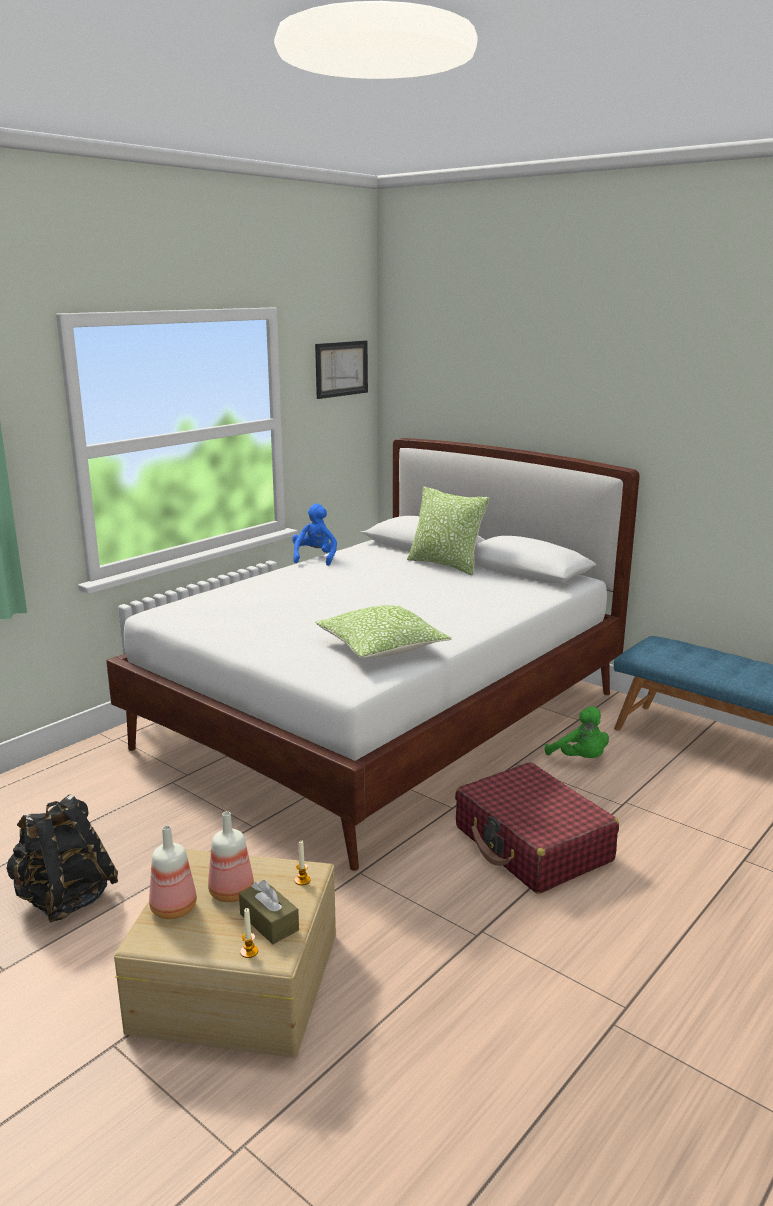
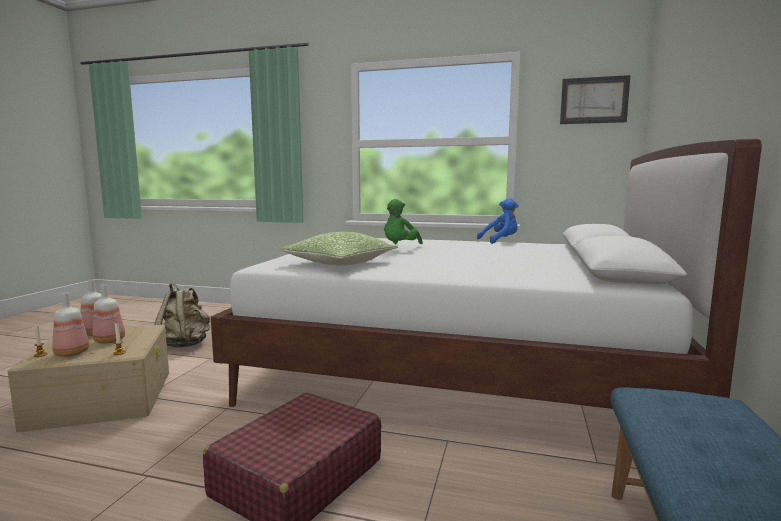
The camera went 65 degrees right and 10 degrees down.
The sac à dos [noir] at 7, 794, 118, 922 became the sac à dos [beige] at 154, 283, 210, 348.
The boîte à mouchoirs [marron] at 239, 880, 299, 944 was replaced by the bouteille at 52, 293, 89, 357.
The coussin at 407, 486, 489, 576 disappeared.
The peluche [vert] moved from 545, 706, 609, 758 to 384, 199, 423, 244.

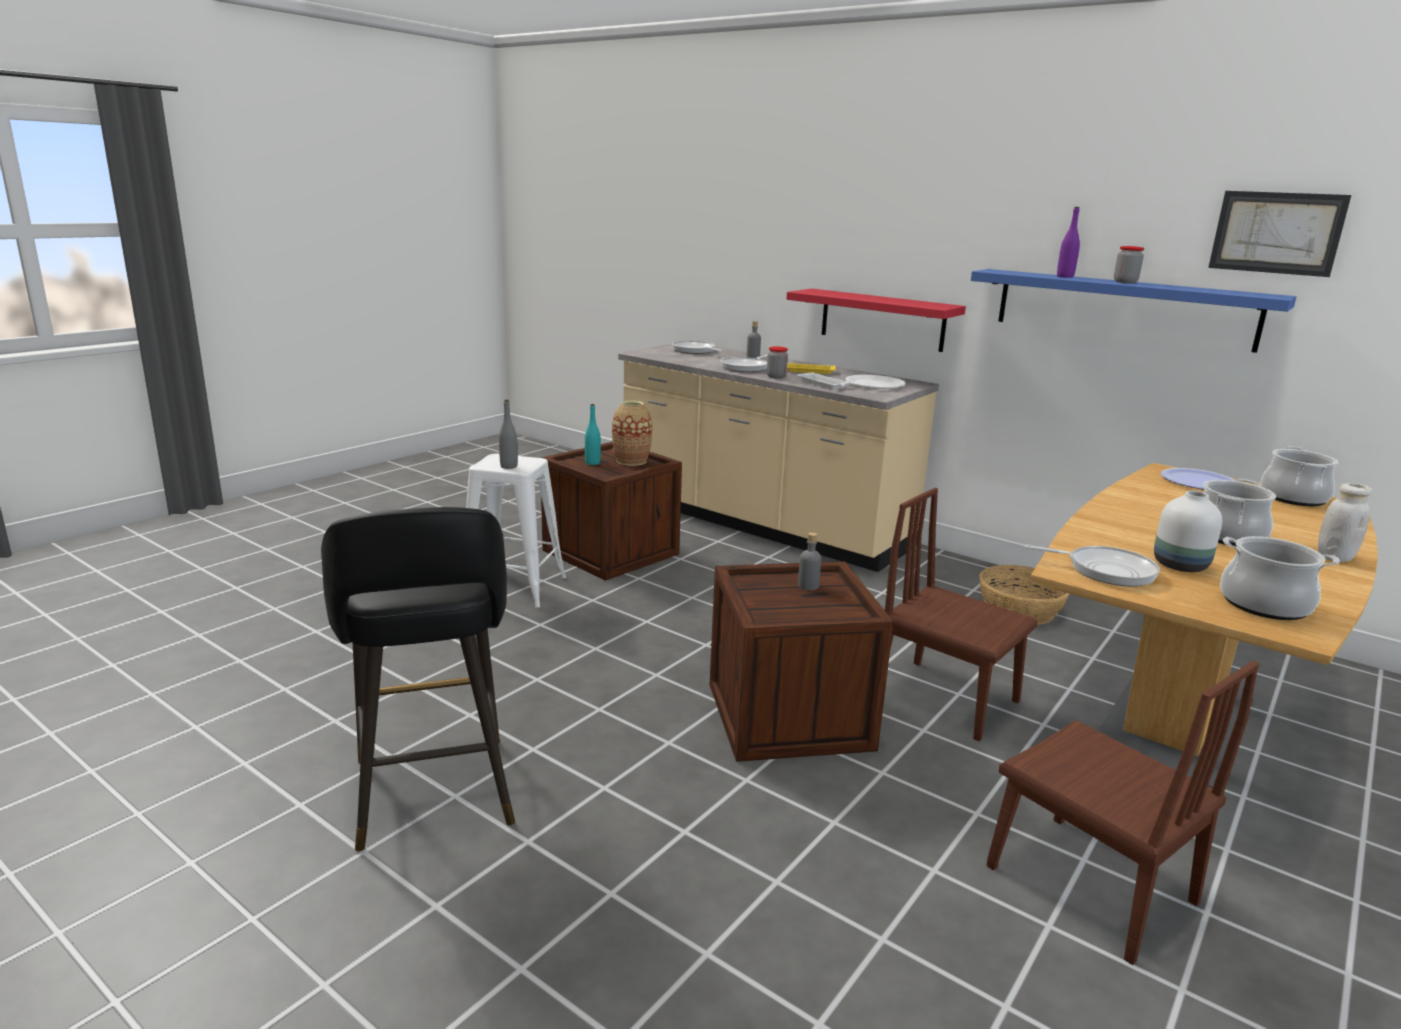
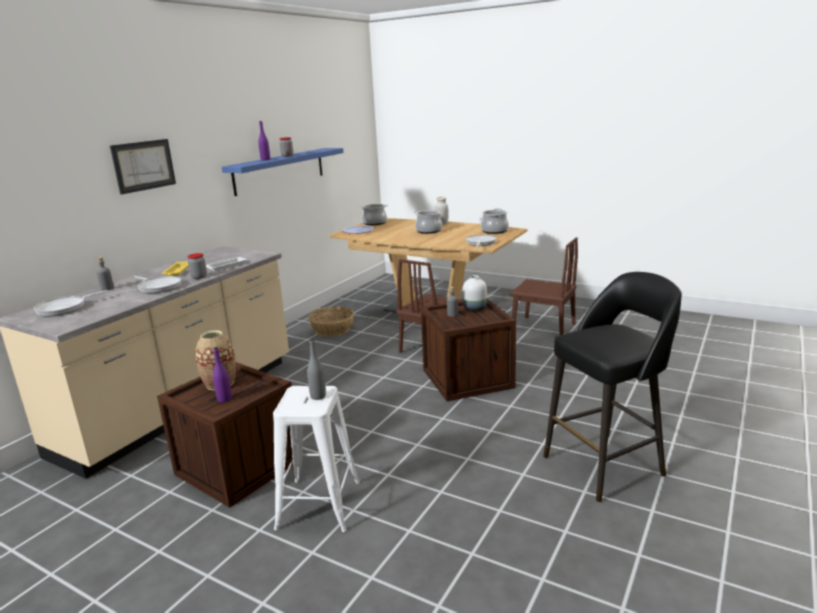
The camera went 95 degrees left and 0 degrees up.
The bouteille [turquoise] at 585, 404, 601, 465 became the bouteille [violet] at 213, 347, 232, 403.
The étagère [rouge] at 786, 289, 966, 352 disappeared.
The assiette [blanc] at 845, 375, 905, 389 disappeared.
The chaise [marron] at 987, 661, 1259, 965 turned 75 degrees clockwise.
The vase [blanc] moved from 1154, 490, 1222, 572 to 462, 275, 487, 312.
The tableau moved from 1208, 191, 1351, 277 to 110, 139, 176, 195.

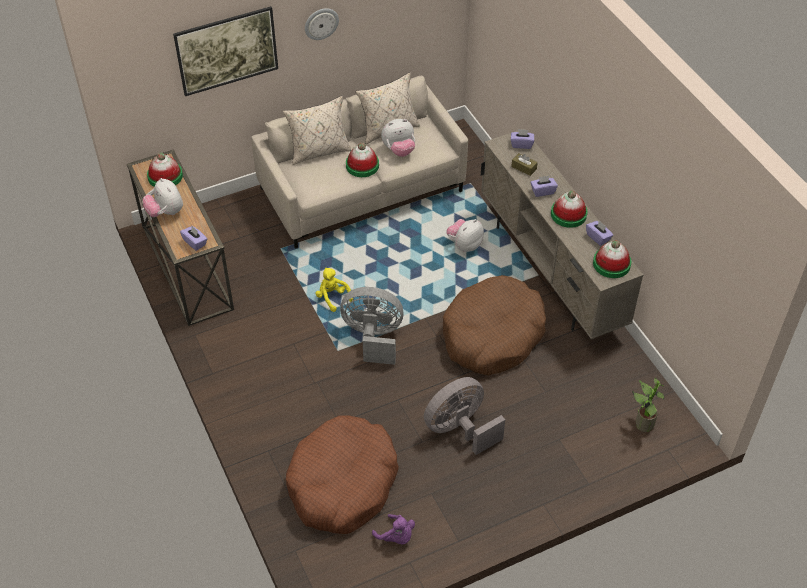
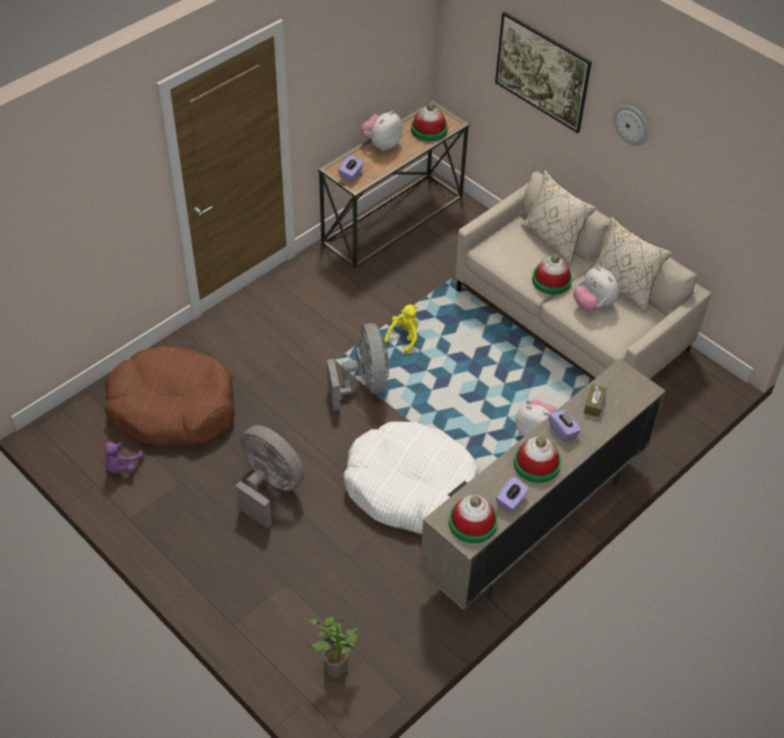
The camera went 70 degrees right and 0 degrees up.
The panier pour chien [marron] at 443, 275, 546, 375 became the panier pour chien [blanc] at 343, 421, 479, 534.
The boîte à mouchoirs [violet] at 511, 129, 534, 149 disappeared.

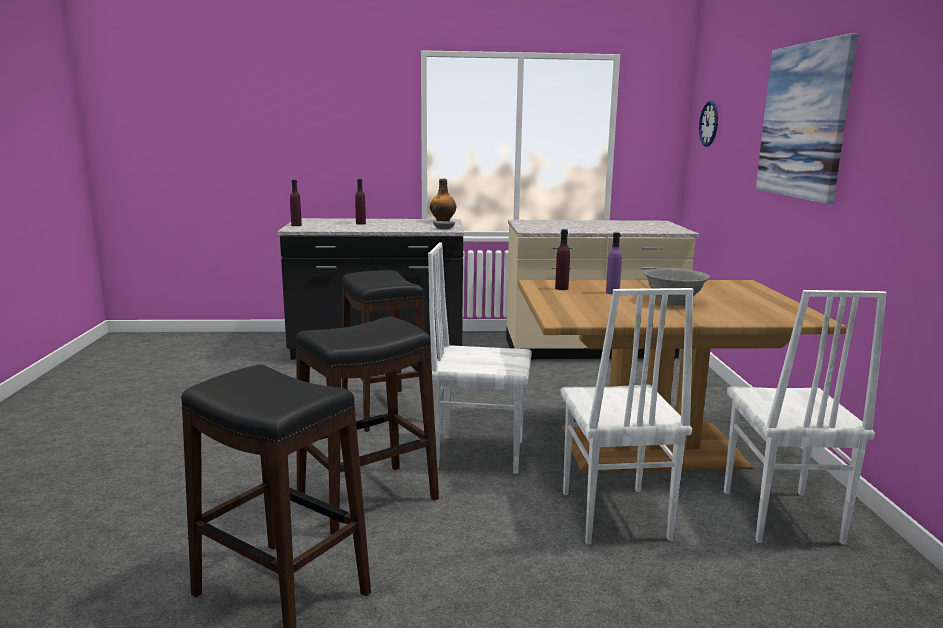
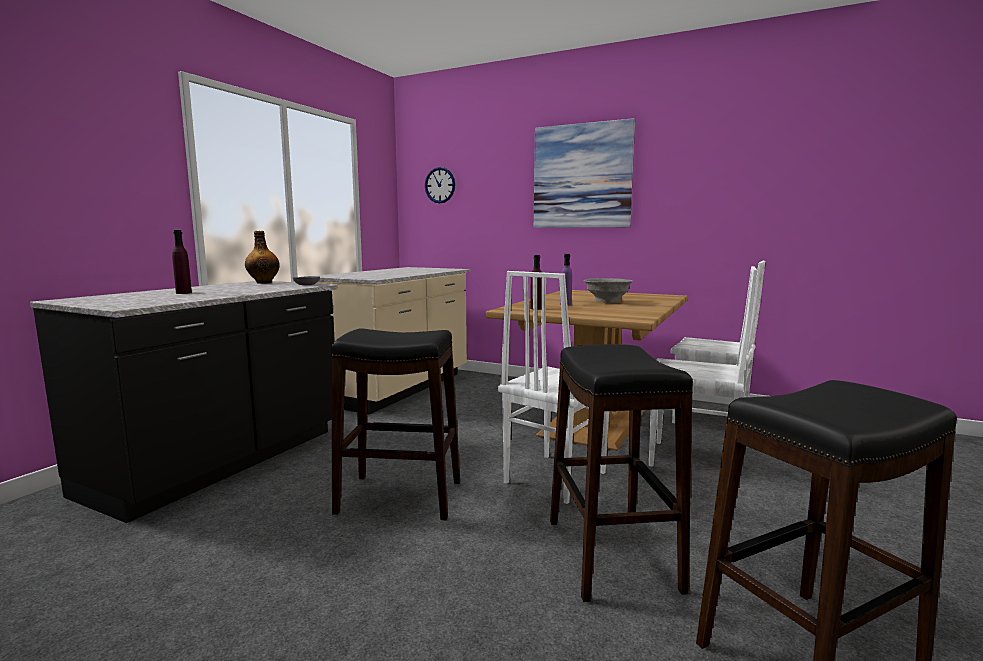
The camera went 60 degrees left and 5 degrees down.
The bouteille [violet] at 290, 180, 302, 226 disappeared.

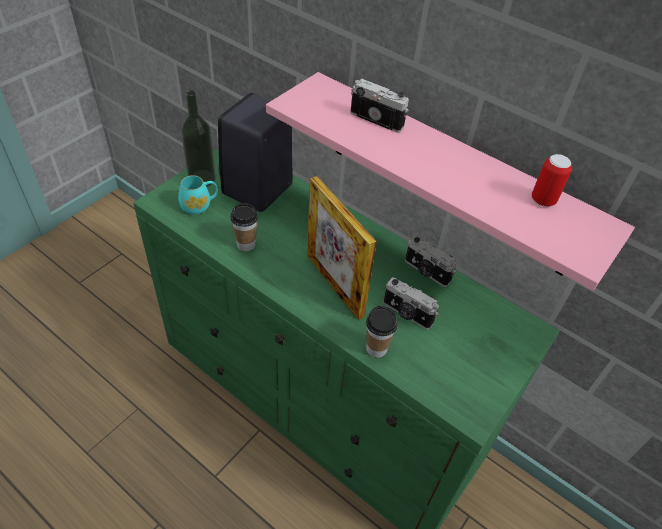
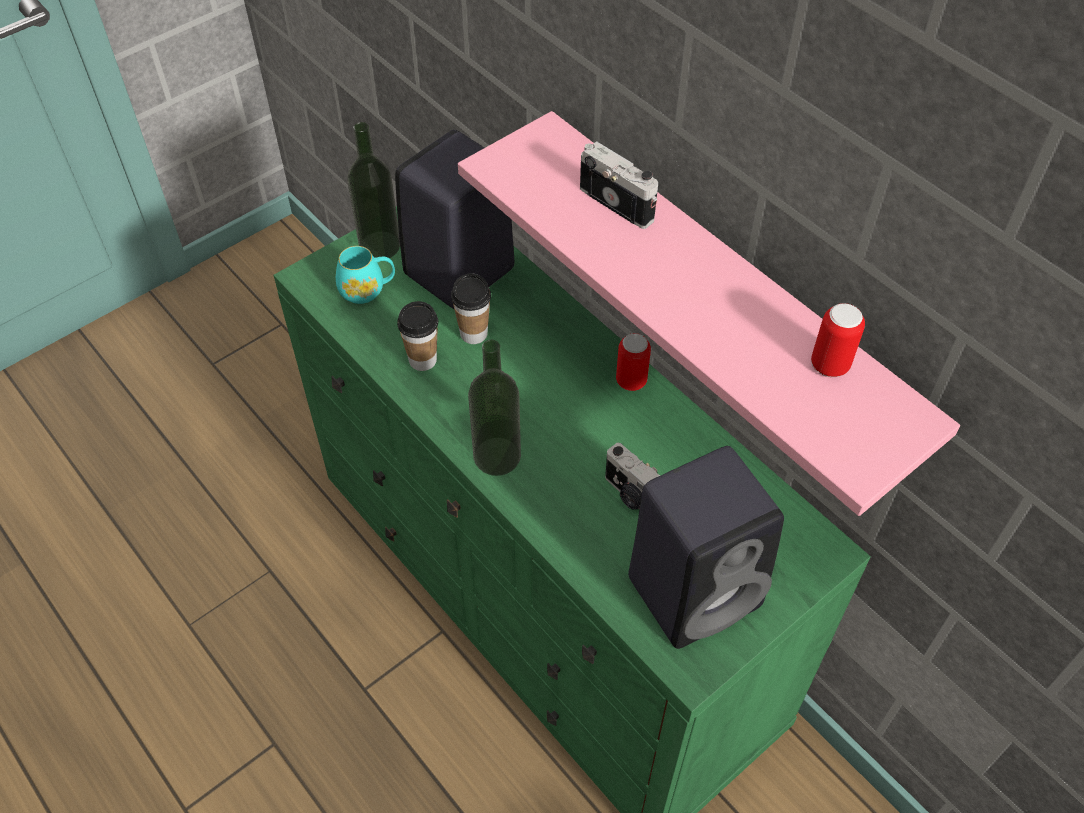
The camera went 15 degrees right and 5 degrees up.
The cadre photo at 307, 176, 377, 320 disappeared.
The tasse moved from 366, 306, 398, 358 to 451, 273, 491, 344.
The appareil photo at 405, 236, 456, 287 disappeared.
The bouteille at 468, 340, 521, 476 appeared.
The boîte métallique at 616, 333, 651, 391 appeared.
The enceinte [noir] at 628, 446, 784, 649 appeared.

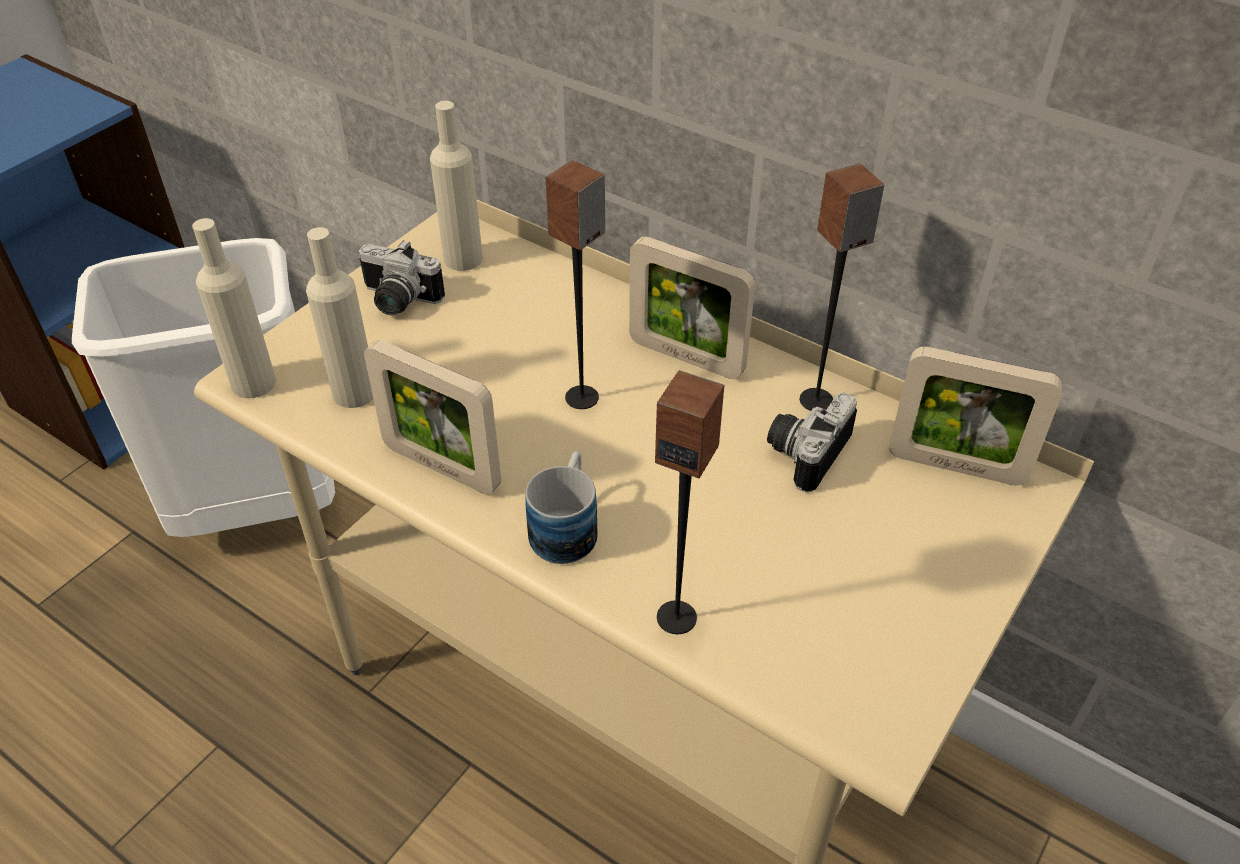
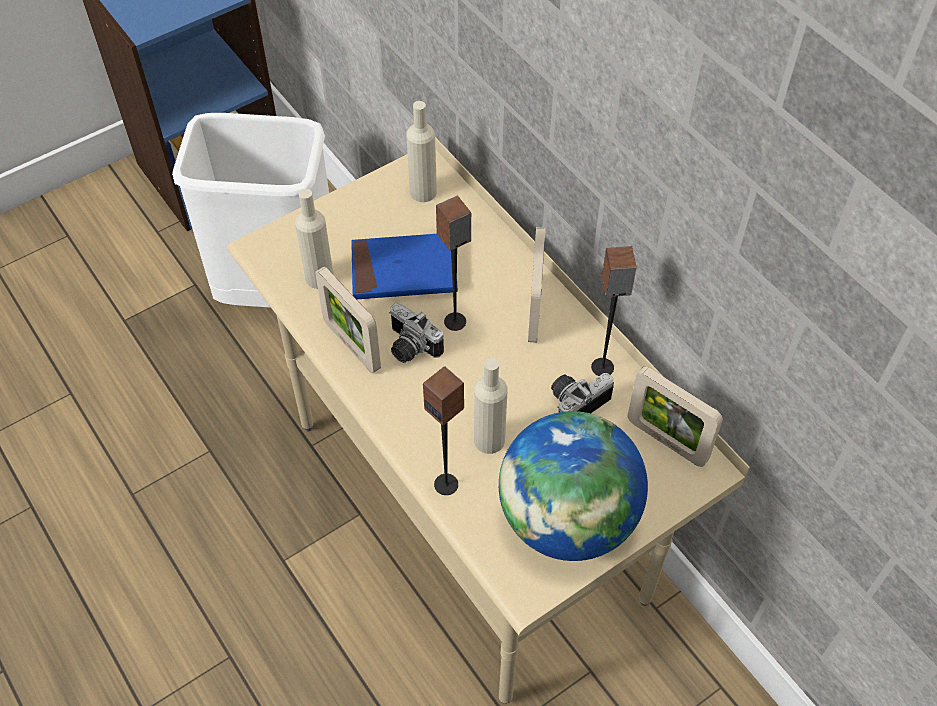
The camera went 20 degrees right and 10 degrees up.
The bouteille [beige] moved from 192, 218, 276, 398 to 474, 358, 508, 454.
The appareil photo moved from 358, 240, 445, 315 to 389, 303, 444, 363.
The mug at 525, 451, 598, 564 disappeared.
The cadre photo at 629, 236, 755, 379 turned 45 degrees clockwise.
The livre [bleu] at 351, 234, 458, 299 appeared.
The globe at 499, 411, 648, 561 appeared.

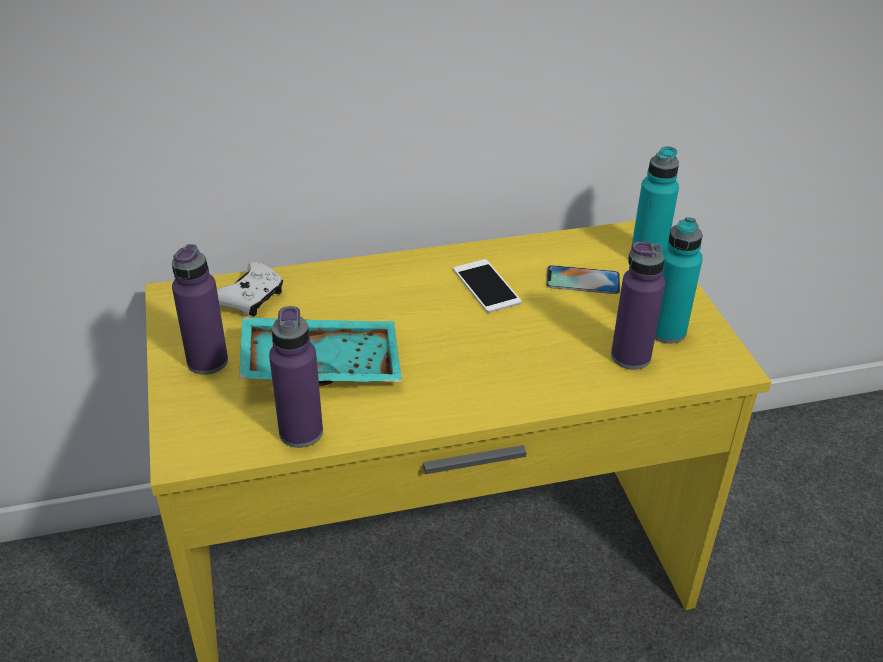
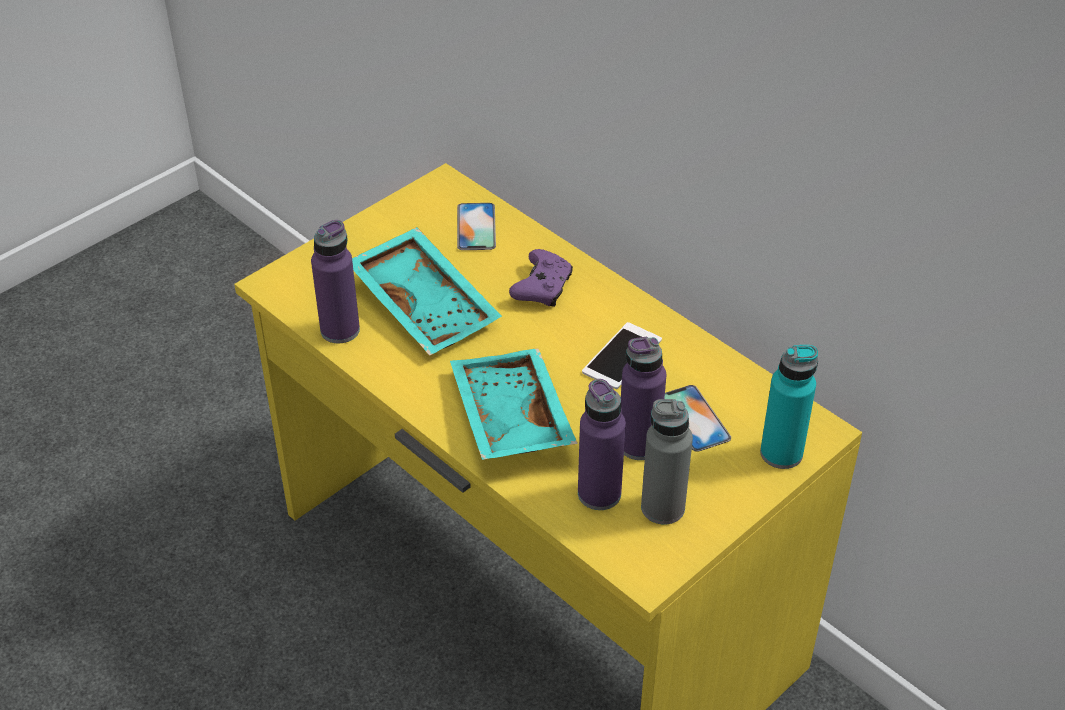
The camera went 60 degrees right and 5 degrees up.
The bouteille [violet] moved from 172, 244, 228, 375 to 621, 337, 666, 460.
The manette [blanc] at 217, 262, 283, 316 was replaced by the téléphone at 457, 203, 496, 250.
The bouteille [turquoise] at 655, 217, 703, 344 became the bouteille [gris] at 641, 399, 693, 524.
The plateau [turquoise] at 450, 348, 578, 460 appeared.
The manette [violet] at 509, 249, 573, 307 appeared.

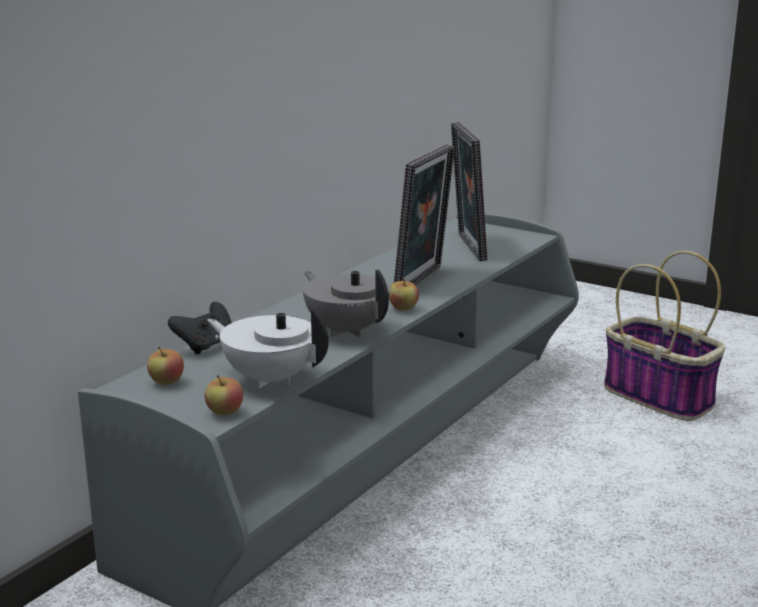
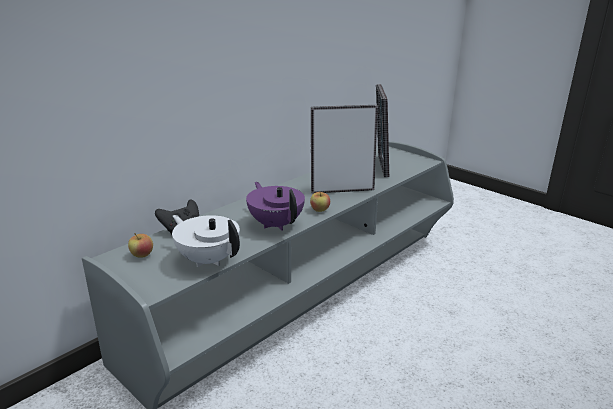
The camera went 10 degrees right and 5 degrees up.
The pomme at 205, 375, 243, 415 disappeared.
The théière [gris] at 303, 269, 391, 337 became the théière [violet] at 246, 182, 305, 230.
The cadre photo at 394, 144, 455, 285 turned 135 degrees counterclockwise.
The panier at 604, 251, 725, 421 disappeared.

